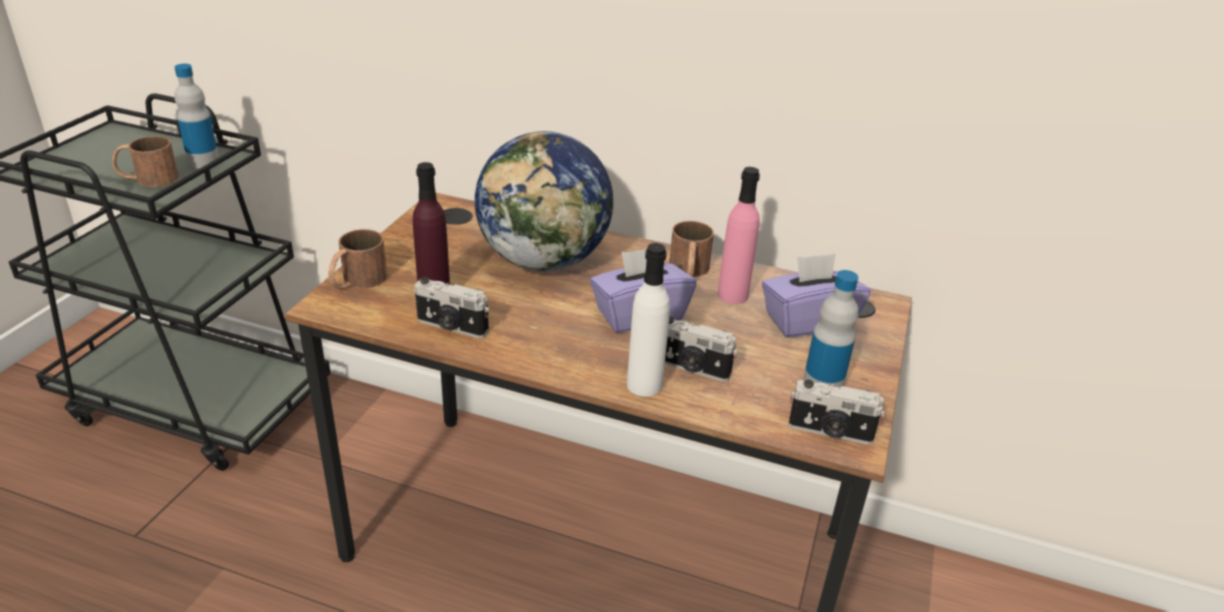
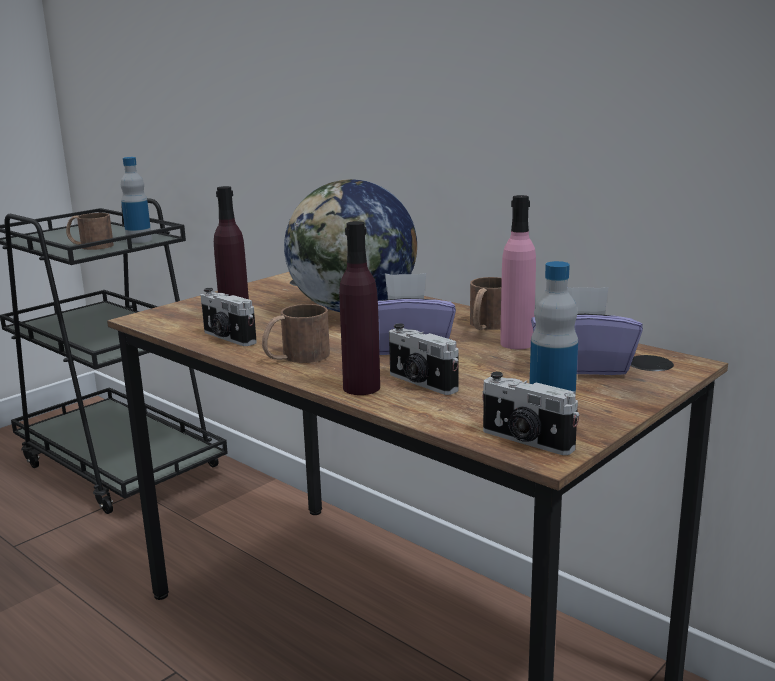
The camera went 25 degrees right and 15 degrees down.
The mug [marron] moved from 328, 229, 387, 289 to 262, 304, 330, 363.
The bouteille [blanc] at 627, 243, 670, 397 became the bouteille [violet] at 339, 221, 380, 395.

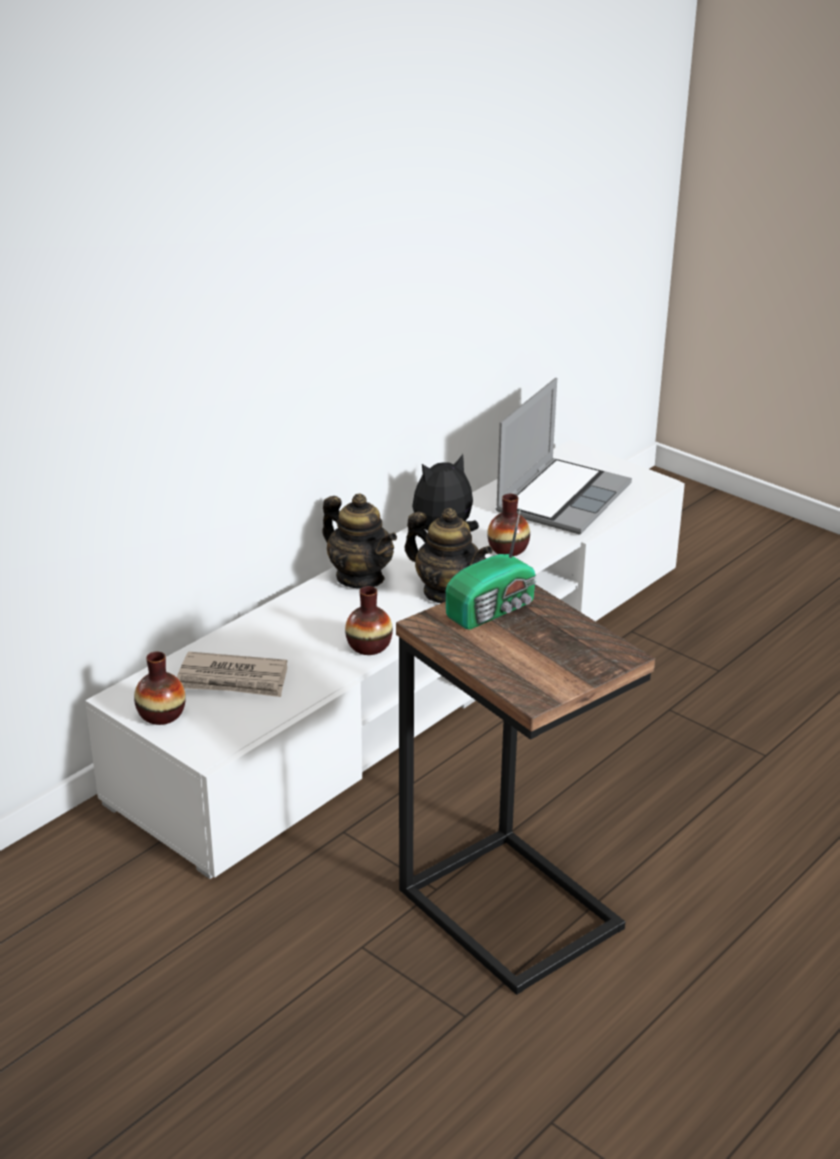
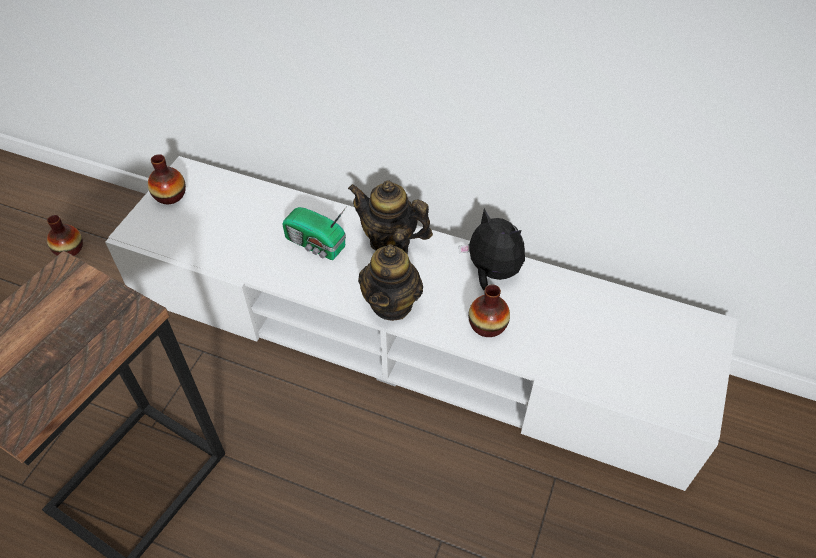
The camera went 70 degrees right and 20 degrees up.
The journal at 177, 652, 287, 697 disappeared.
The théière at 322, 493, 397, 588 turned 90 degrees clockwise.
The vase moved from 345, 586, 393, 655 to 47, 215, 83, 256.
The radio moved from 446, 508, 537, 629 to 282, 206, 347, 260.
The ordinateur portable at 496, 378, 632, 535 disappeared.

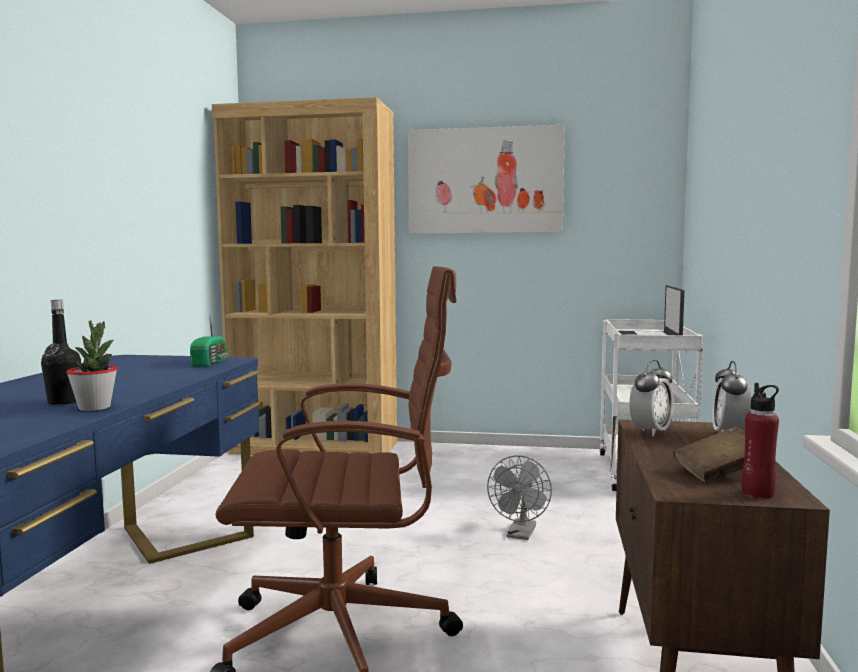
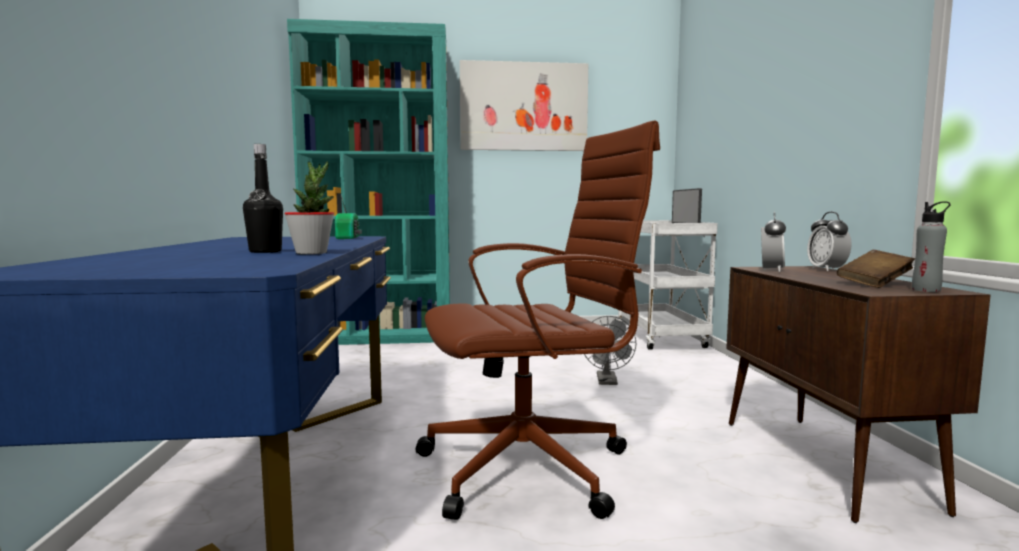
The camera went 15 degrees left and 0 degrees up.
The bibliothèque [marron] at 212, 97, 397, 455 became the bibliothèque [turquoise] at 287, 19, 450, 345.
The bouteille [rouge] at 742, 383, 779, 499 became the bouteille [gris] at 912, 201, 951, 292.

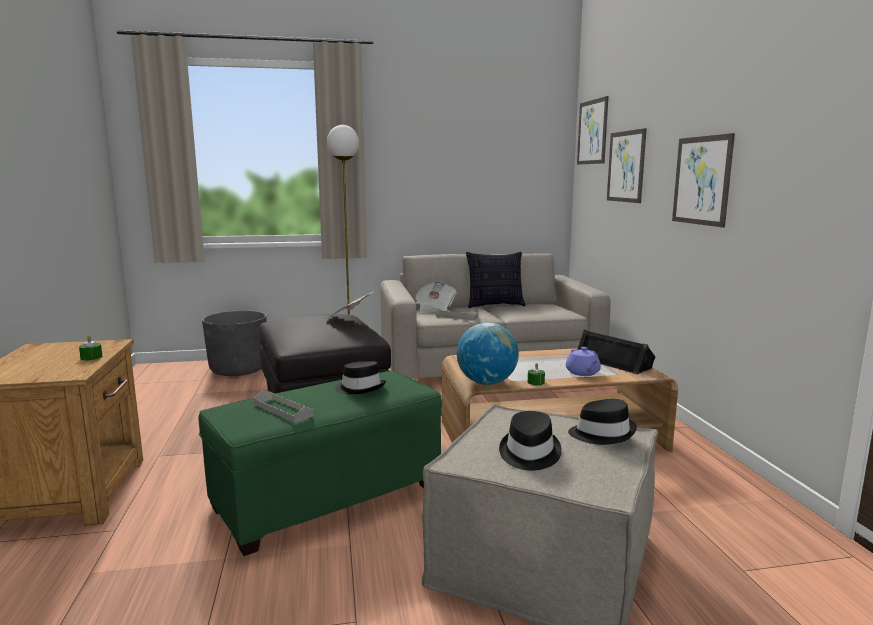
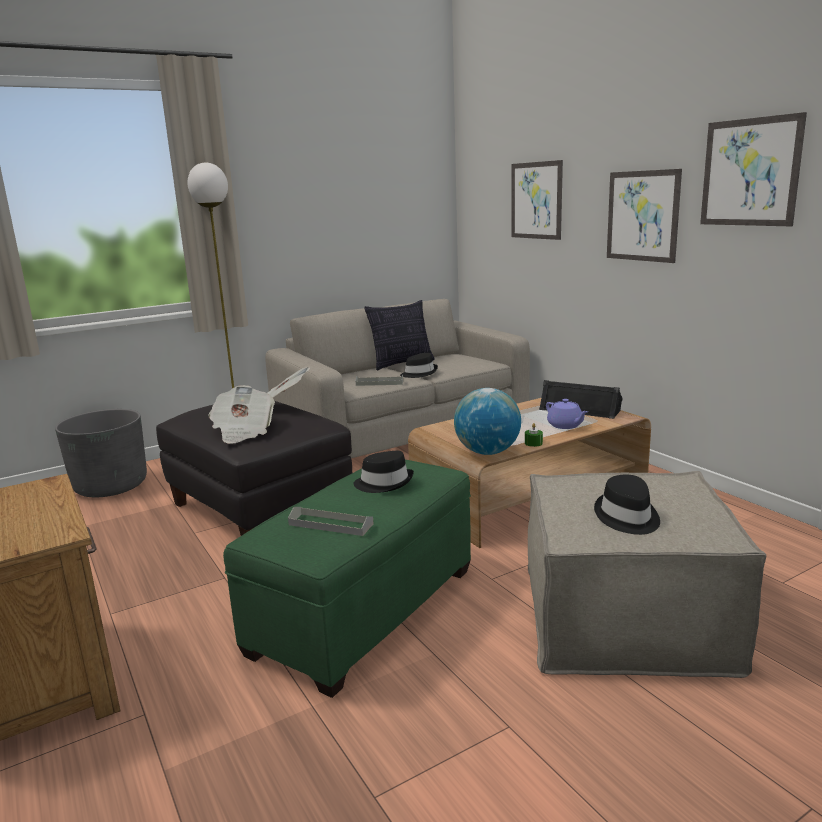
The camera went 20 degrees left and 5 degrees up.
The bougie [vert] at 79, 335, 103, 361 disappeared.
The journal moved from 415, 281, 457, 314 to 208, 385, 275, 444.
The chapeau [noir] moved from 568, 399, 637, 445 to 400, 353, 438, 378.
The tableau moved from 577, 96, 609, 165 to 700, 112, 807, 226.

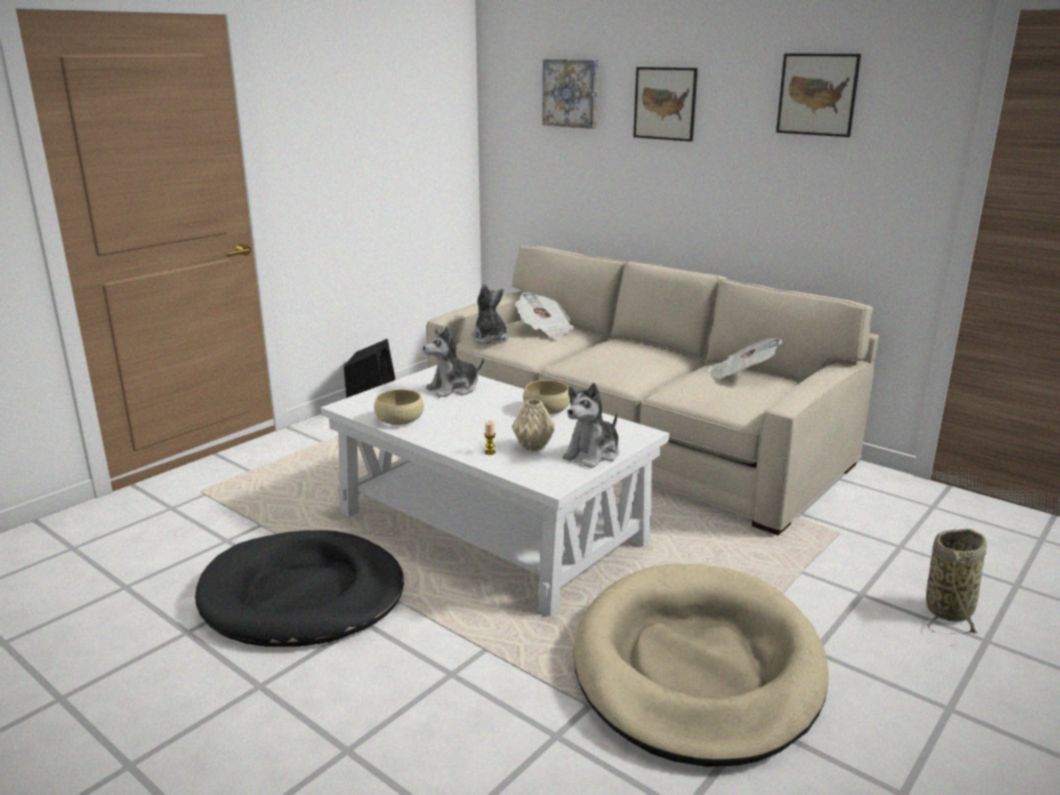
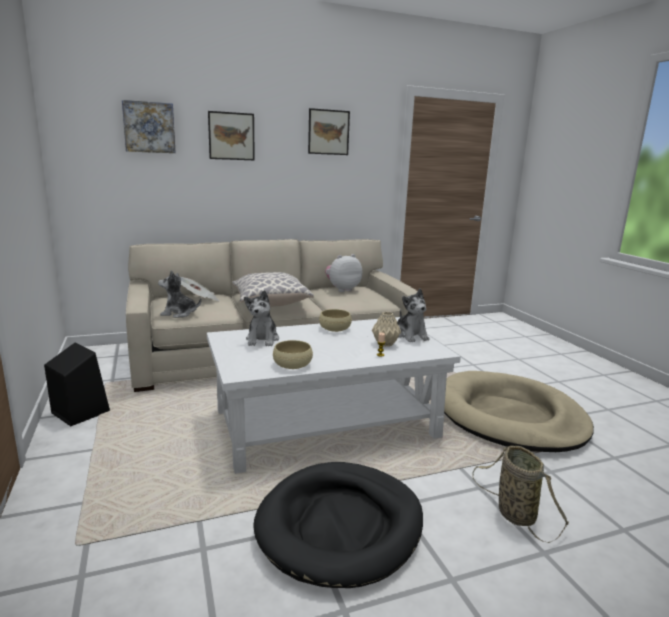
The camera went 60 degrees left and 5 degrees down.
The journal at 708, 338, 783, 379 was replaced by the peluche at 325, 254, 362, 292.
The panier moved from 926, 529, 987, 634 to 473, 446, 569, 543.
The coussin at 232, 272, 313, 307 appeared.

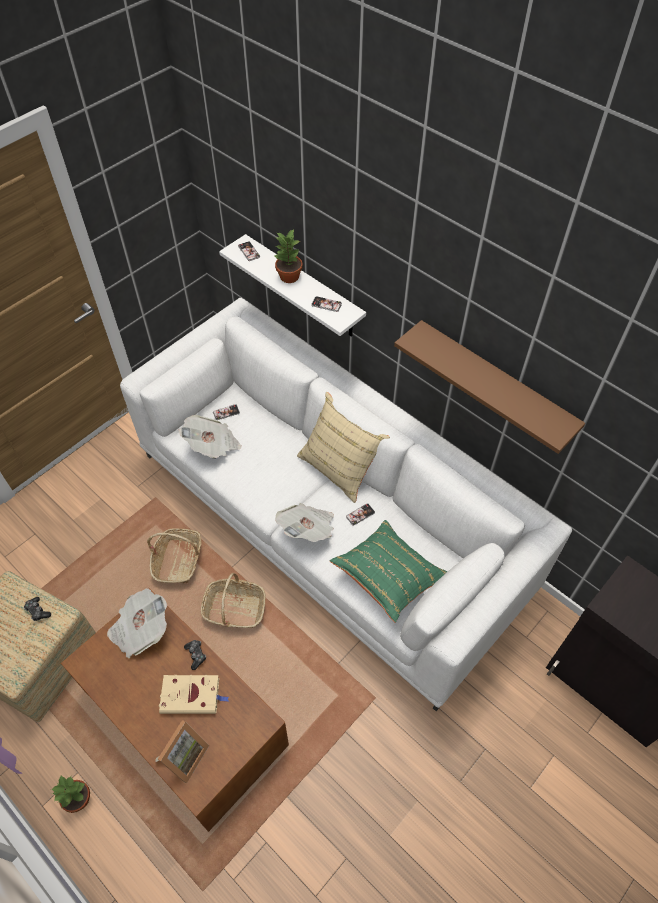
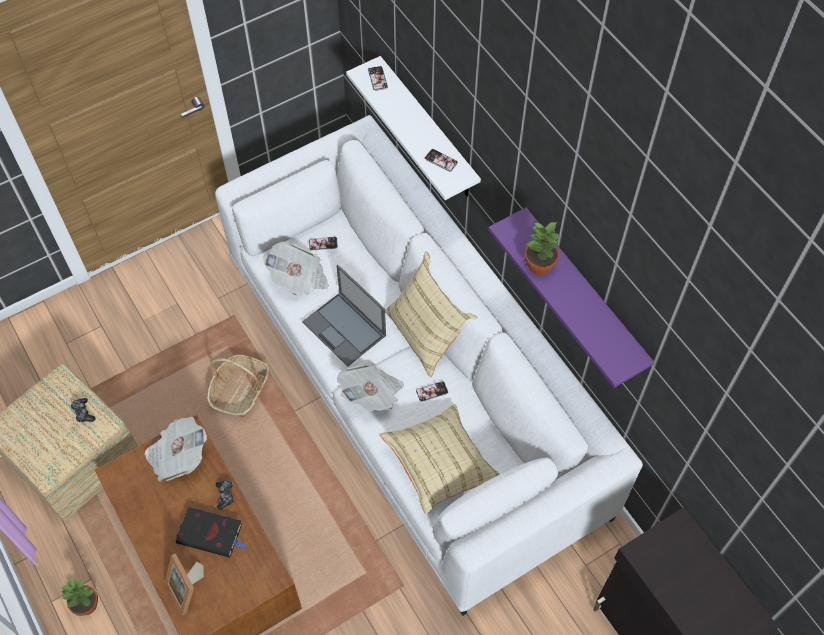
The camera went 15 degrees right and 5 degrees up.
The cadre photo at 155, 720, 209, 783 turned 105 degrees clockwise.
The livre [beige] at 159, 675, 229, 714 became the livre [noir] at 176, 507, 247, 558.
The panier at 201, 573, 266, 628 disappeared.
The plante en pot moved from 275, 230, 303, 283 to 524, 222, 561, 275.
The coussin [vert] at 330, 520, 447, 623 became the coussin [beige] at 379, 404, 500, 514.
The étagère [marron] at 394, 320, 585, 454 became the étagère [violet] at 488, 207, 654, 388.
The ordinateur portable at 302, 265, 386, 367 appeared.

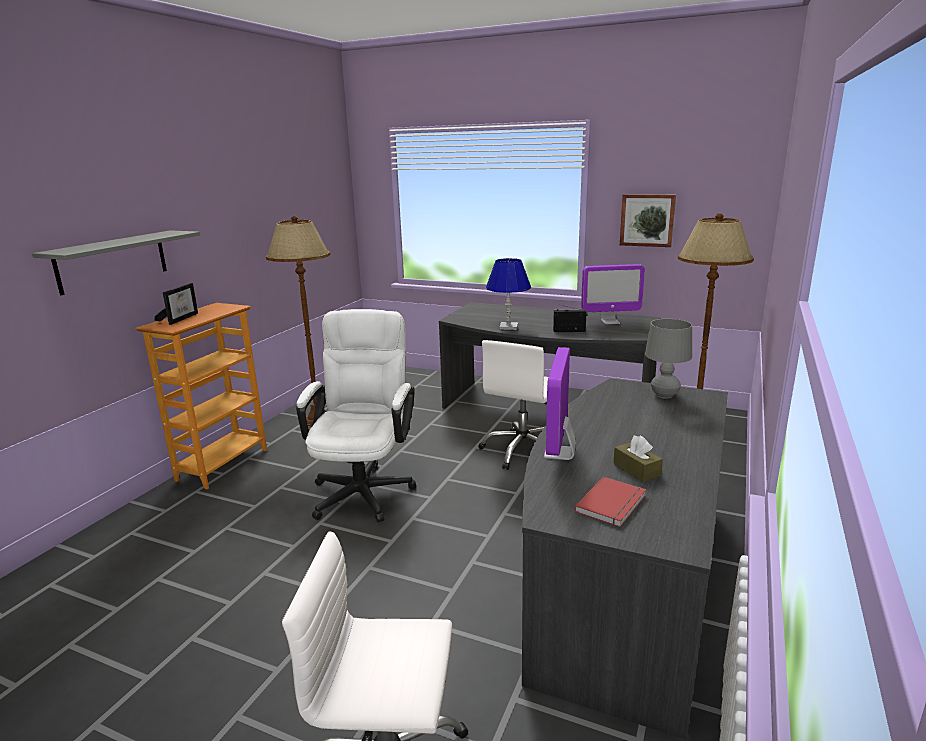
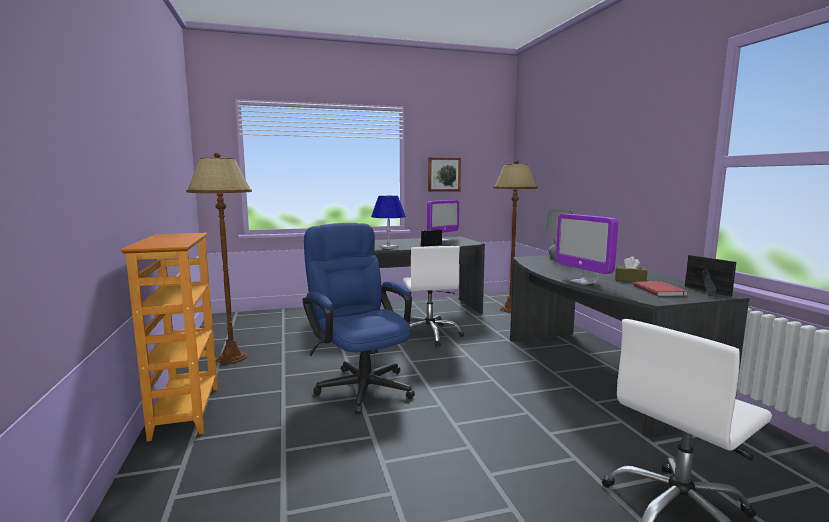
The camera went 40 degrees left and 10 degrees down.
The étagère [gris] at 32, 230, 200, 295 disappeared.
The cadre photo moved from 155, 283, 198, 325 to 685, 255, 736, 297.
The chaise de bureau [blanc] at 296, 309, 416, 522 became the chaise de bureau [bleu] at 302, 223, 415, 414.

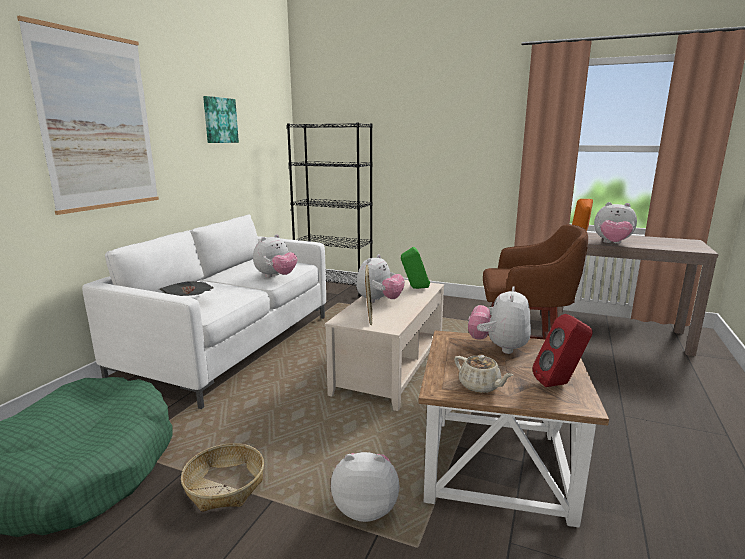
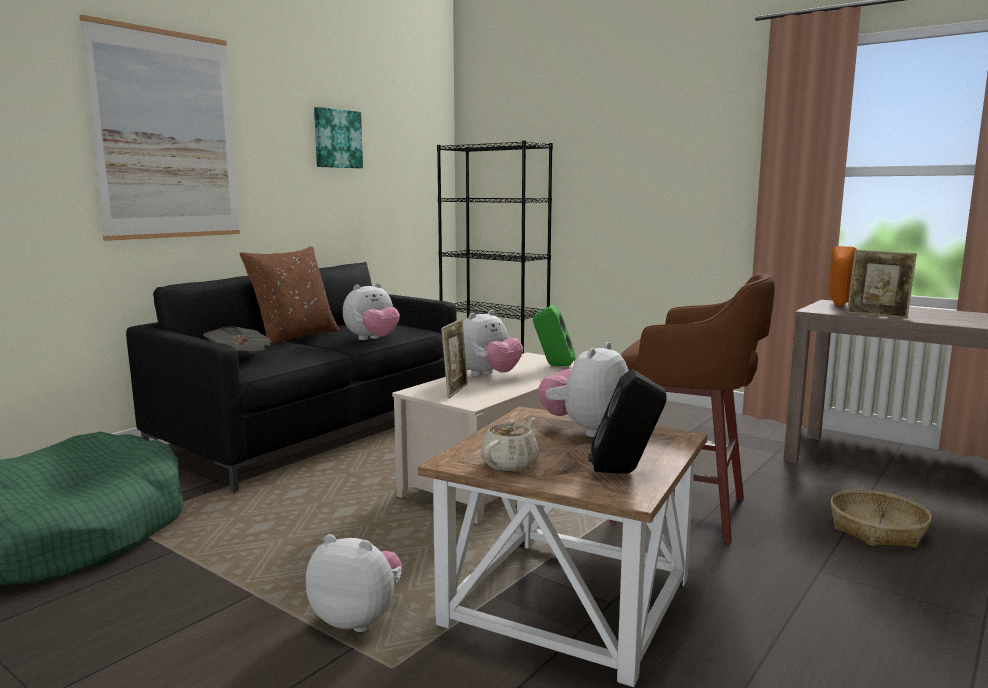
The camera went 15 degrees right and 5 degrees down.
The canapé [blanc] at 82, 214, 326, 409 became the canapé [noir] at 126, 262, 457, 493.
The panier moved from 181, 443, 264, 512 to 830, 490, 932, 548.
The théière [beige] at 454, 355, 513, 393 turned 120 degrees counterclockwise.
The enceinte [rouge] at 532, 314, 592, 387 became the enceinte [noir] at 589, 369, 667, 474.
The peluche at 594, 202, 637, 244 was replaced by the cadre photo at 847, 250, 917, 319.
The coussin [marron] at 240, 246, 340, 346 appeared.

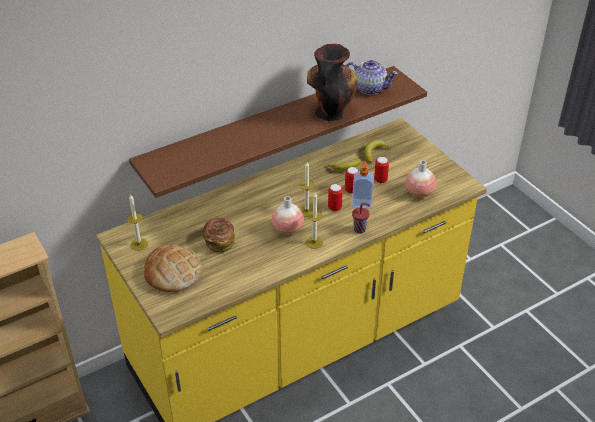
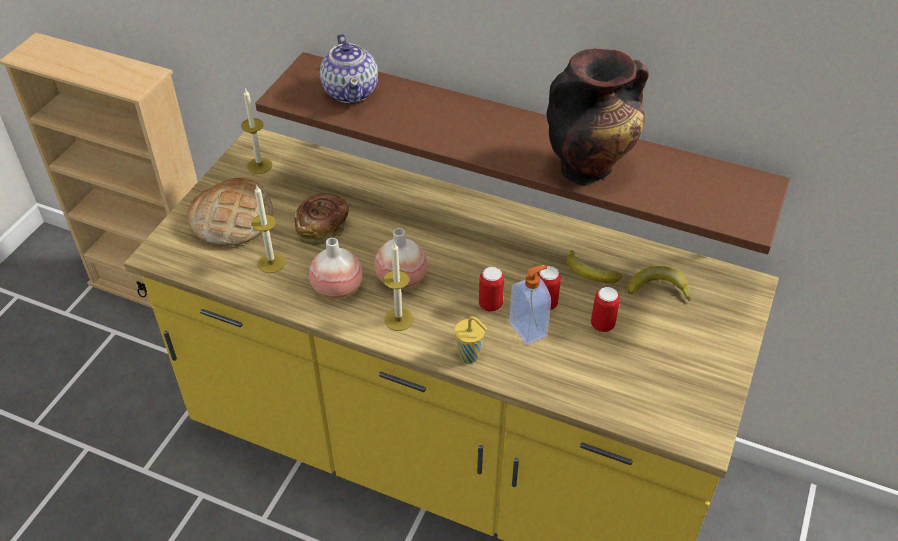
The camera went 55 degrees right and 5 degrees up.
The bougie moved from 300, 162, 314, 217 to 252, 186, 286, 273.
The théière moved from 346, 60, 398, 95 to 320, 34, 378, 104.
The tasse [rouge] at 352, 202, 370, 234 became the tasse [jaune] at 454, 316, 487, 363.
The vase moved from 405, 160, 436, 198 to 309, 238, 363, 300.

